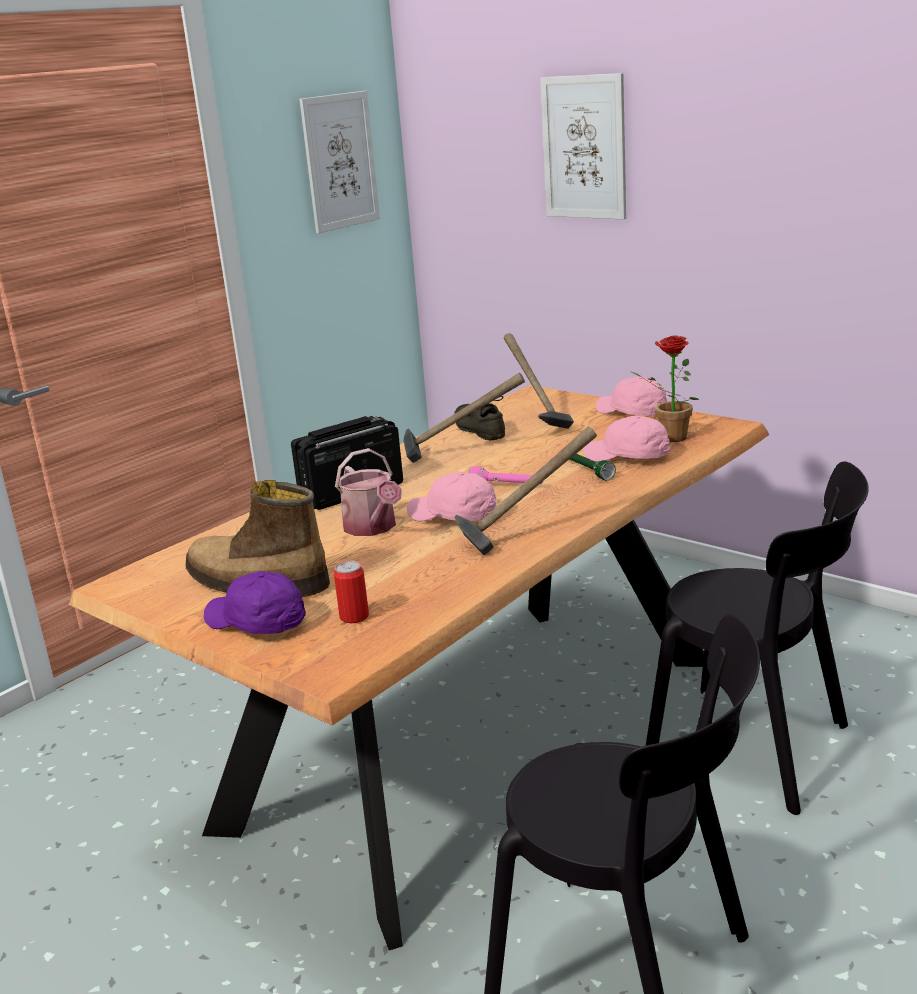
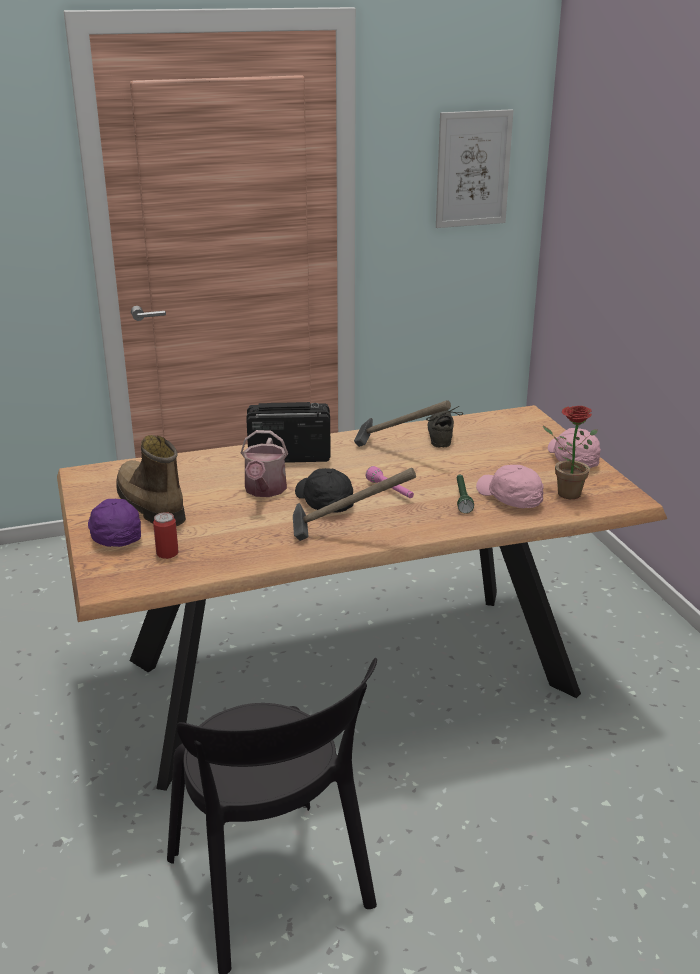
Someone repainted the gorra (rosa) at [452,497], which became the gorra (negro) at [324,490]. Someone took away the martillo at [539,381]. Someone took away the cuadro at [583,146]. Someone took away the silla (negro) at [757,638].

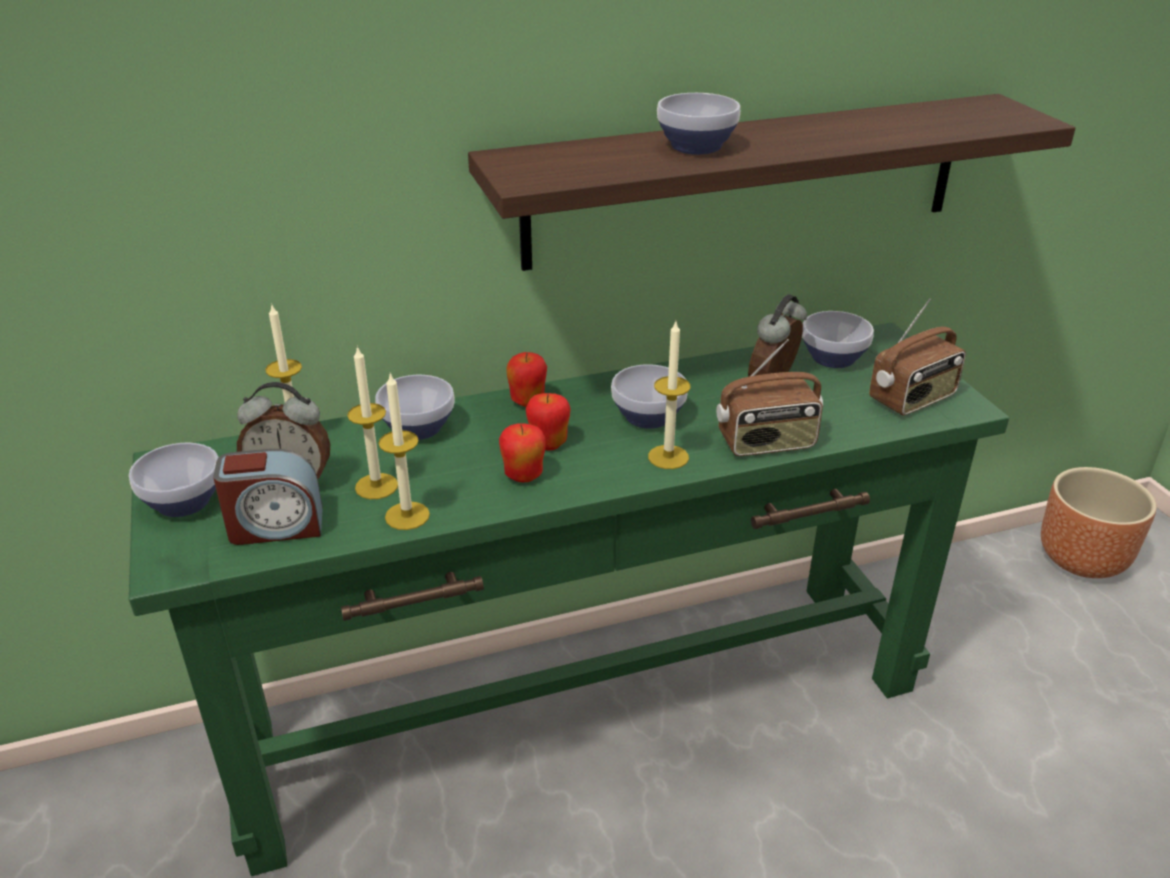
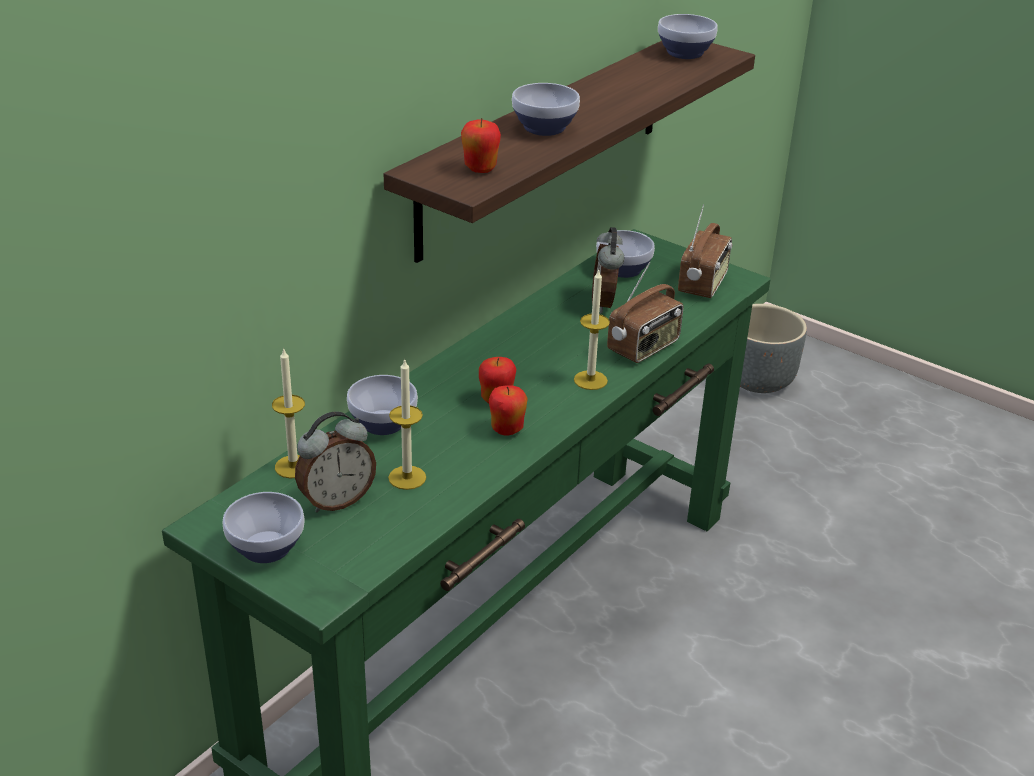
Someone took away the despertador at [268,497]. Someone took away the vela at [404,451]. Someone carried the manzana from [526,379] to [481,145]. Someone carried the cuenco from [649,396] to [688,36]. Someone repainted the maceta (marrón) at [1099,522], which became the maceta (gris) at [773,348].

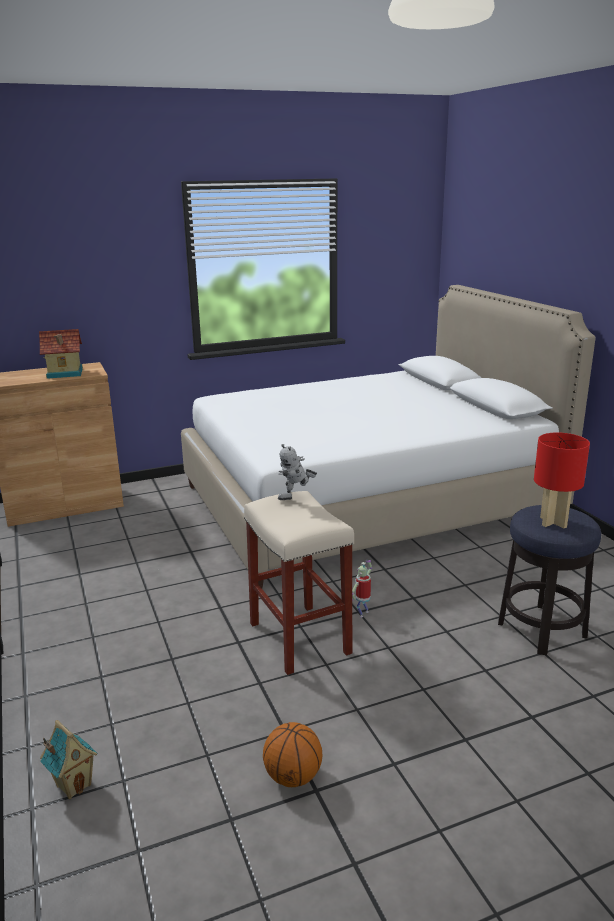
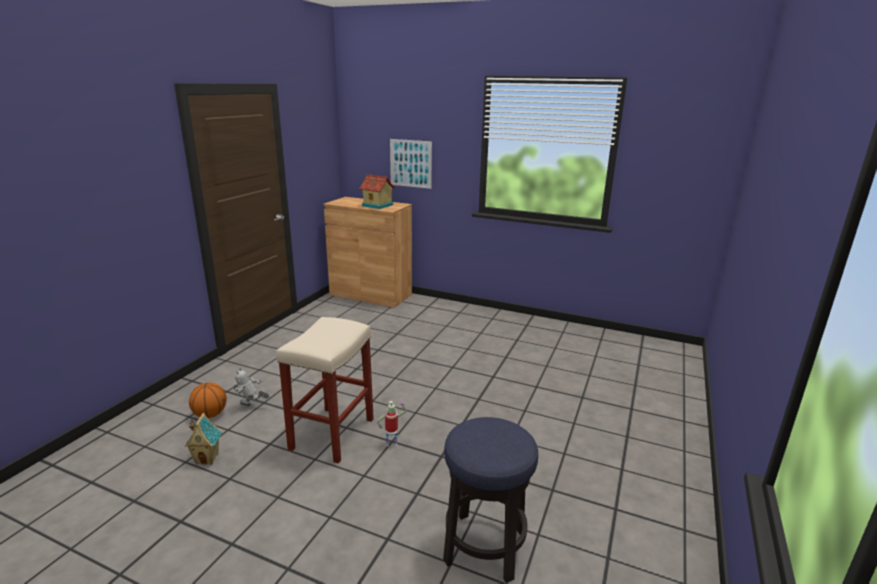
Someone carried the casita from [68,759] to [203,439]. Someone took away the cama (blanco) at [388,436]. Someone carried the balón de baloncesto from [292,754] to [208,400]. Someone carried the robot de juguete from [297,472] to [251,387]. Someone took away the lámpara de mesa (rojo) at [562,480]. Someone put up the cuadro at [411,164].

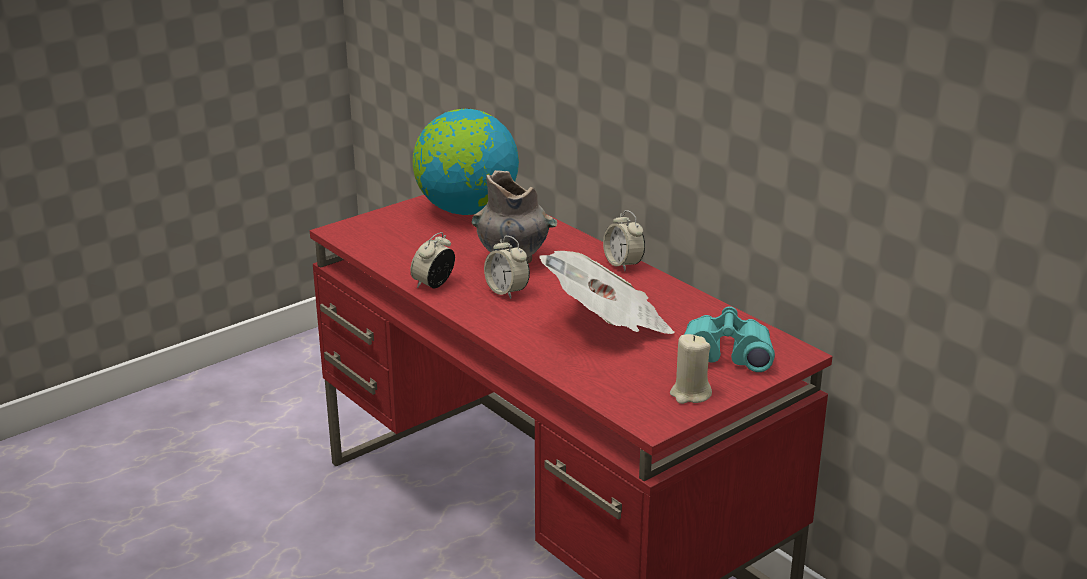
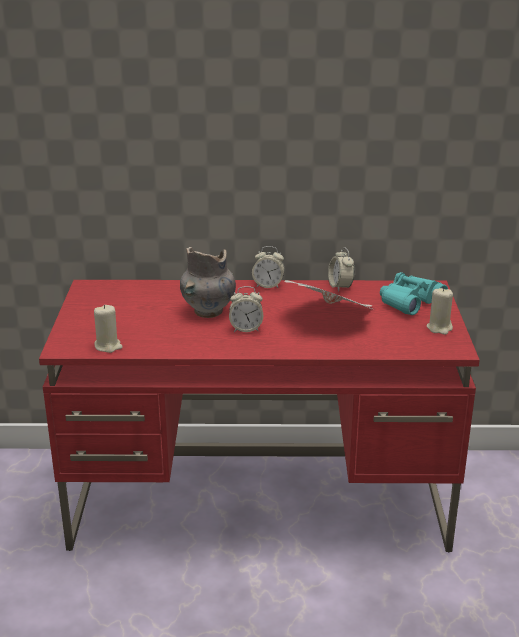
Someone carried the despertador from [432,260] to [341,269]. Someone took away the globo terráqueo at [466,162]. Someone put down the vela (beis) at [108,329].

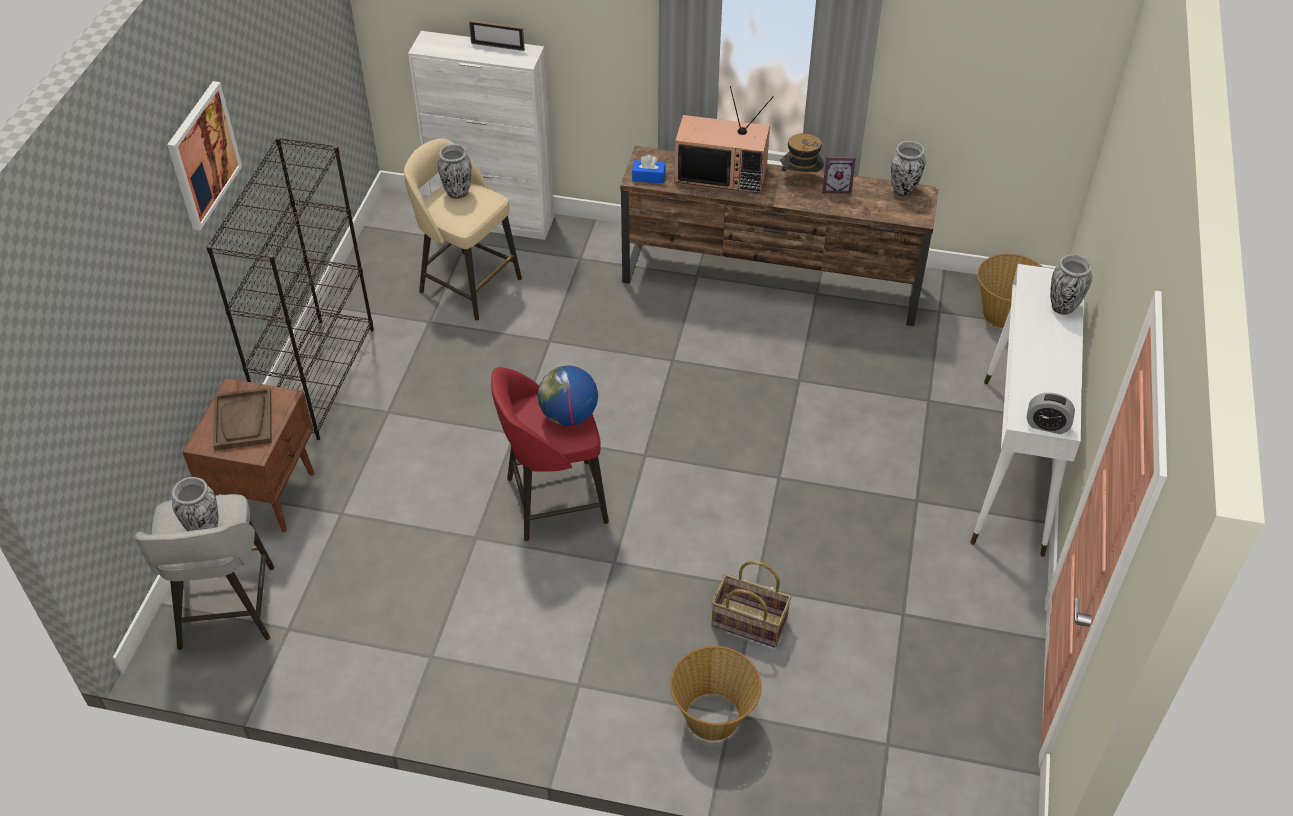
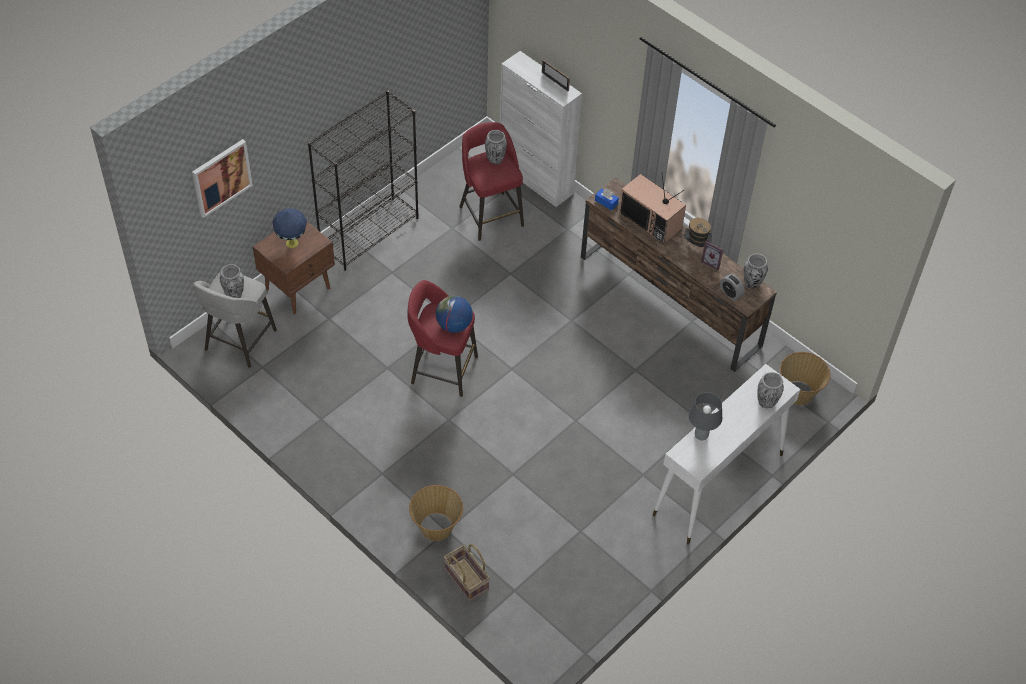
Someone carried the cuadro from [204,155] to [222,178]. Someone swapped the bandeja (marrón) at [242,418] for the lámpara de mesa (azul) at [290,228]. Someone repainted the taburete (beis) at [463,229], which became the taburete (rojo) at [492,181]. Someone carried the cesta from [751,604] to [467,573]. Someone carried the despertador from [1051,413] to [732,287]. Someone put down the lámpara de mesa (gris) at [705,416].

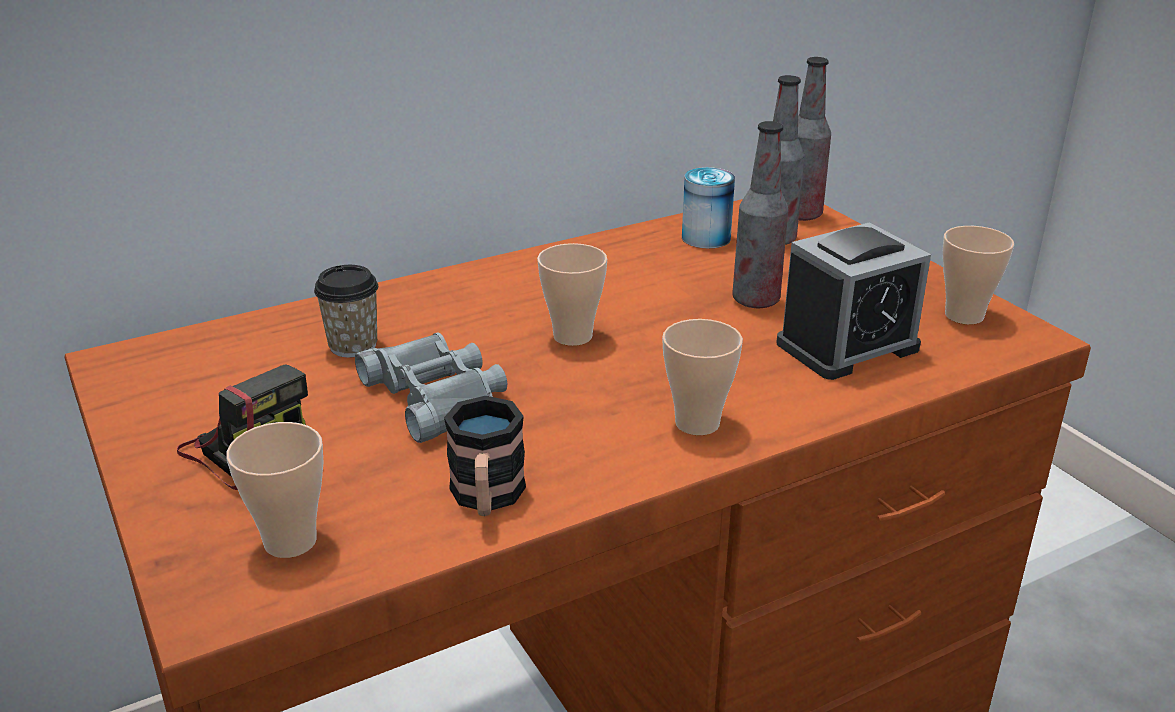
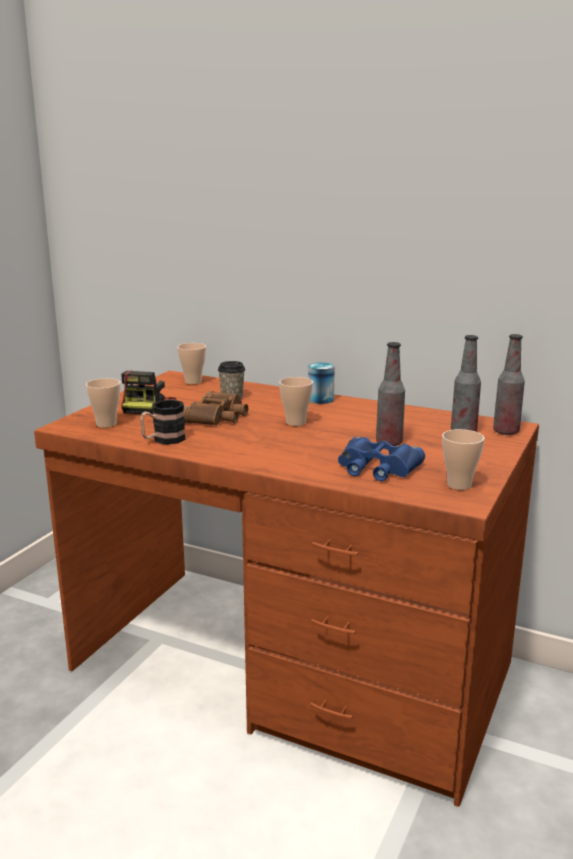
Someone repainted the prismáticos (gris) at [431,387], which became the prismáticos (marrón) at [216,408]. Someone carried the taza from [702,377] to [191,364]. Someone carried the lata from [708,207] to [321,383]. Someone swapped the despertador at [853,301] for the prismáticos (azul) at [381,459].

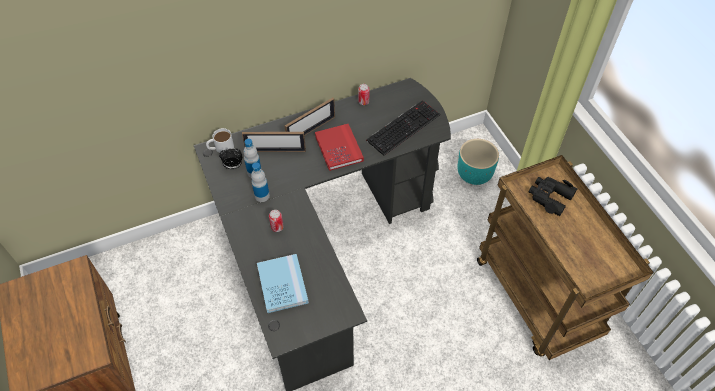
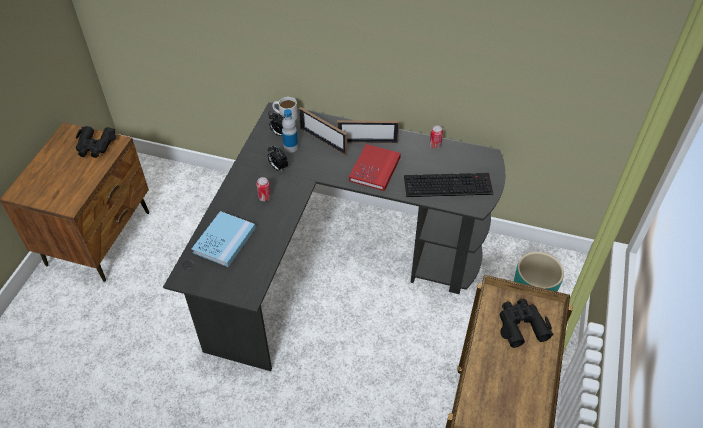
Someone swapped the botella at [260,182] for the despertador at [278,158]. Someone put down the prismáticos (negro) at [96,142].

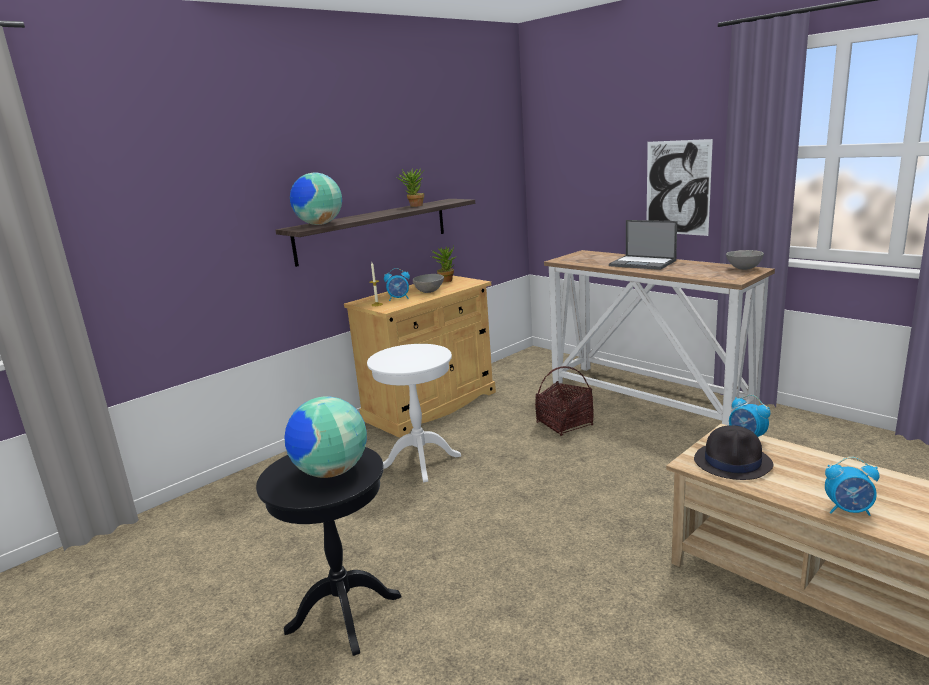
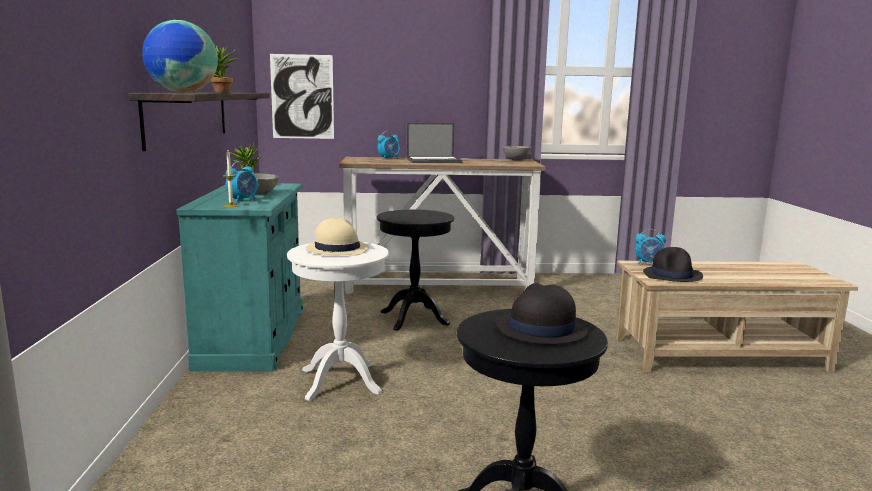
Someone swapped the globo terráqueo at [325,437] for the sombrero (negro) at [542,313]. Someone repainted the armario (beis) at [420,357], which became the armario (turquesa) at [239,277]. Someone swapped the cesta at [564,401] for the mesa auxiliar (negro) at [415,270]. Someone carried the cuadro from [680,187] to [302,96]. Someone carried the despertador from [852,486] to [389,145]. Someone put down the sombrero (beis) at [337,236].

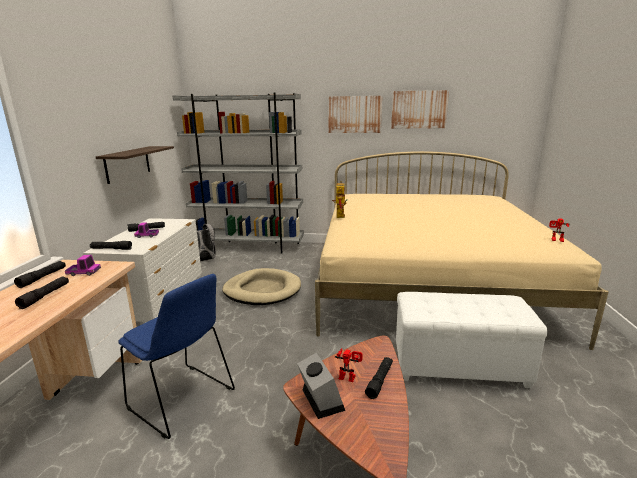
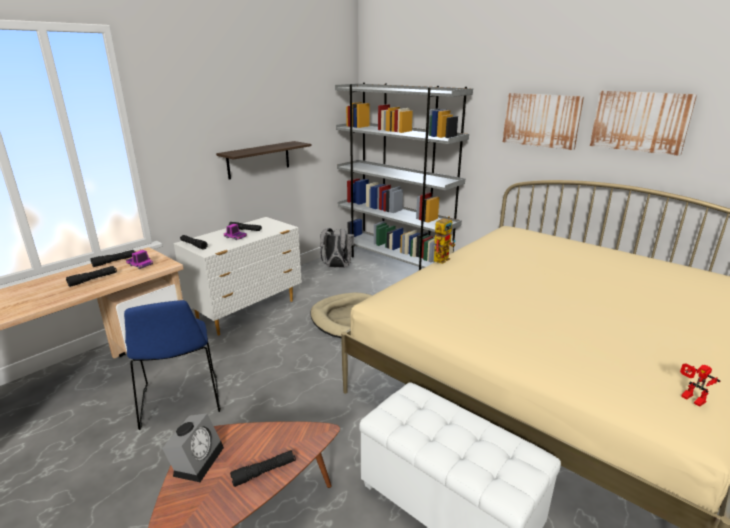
Someone took away the robot de juguete at [349,365].

